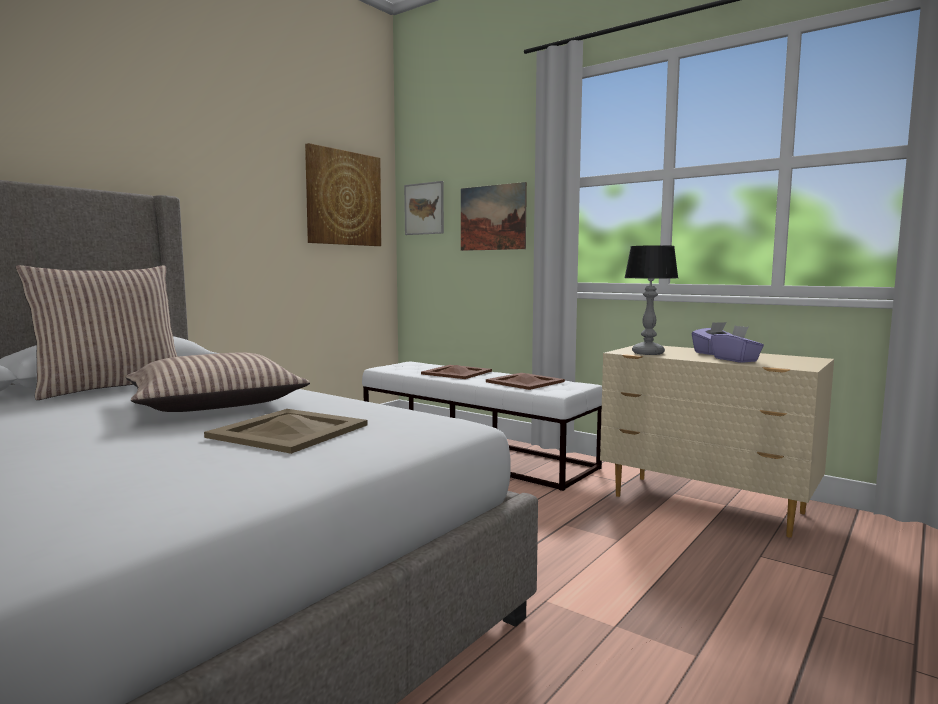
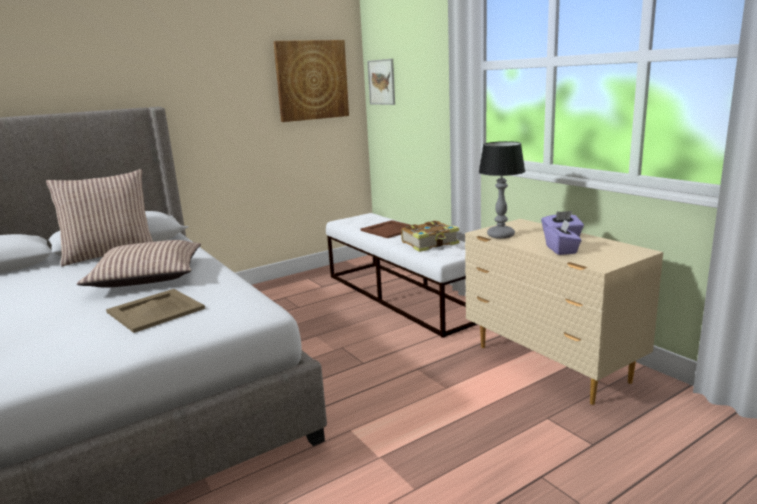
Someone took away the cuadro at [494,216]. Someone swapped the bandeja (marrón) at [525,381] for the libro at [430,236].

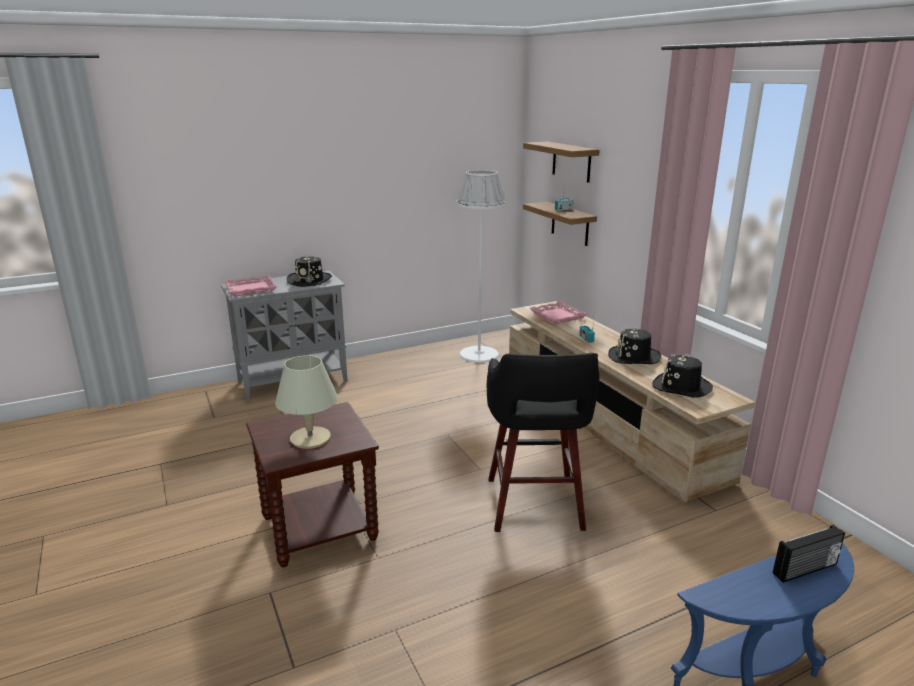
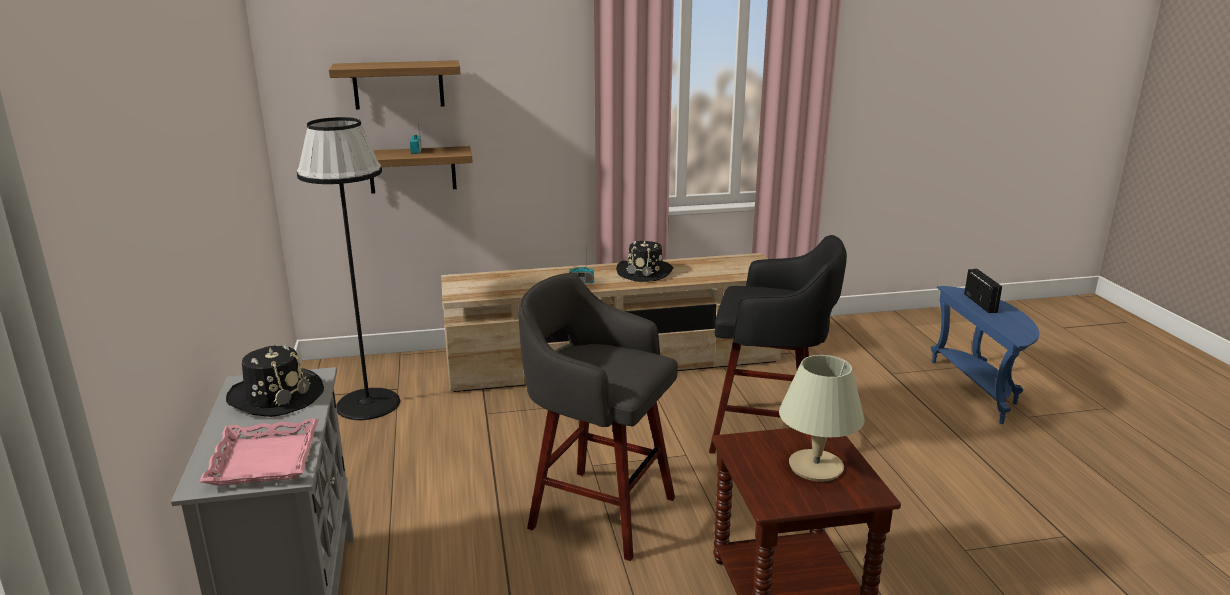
Someone repainted the lámpara de pie (blanco) at [481,266], which became the lámpara de pie (negro) at [348,268]. Someone took away the bandeja (rosa) at [559,312]. Someone took away the sombrero (negro) at [682,376]. Someone put down the taburete (gris) at [598,417].

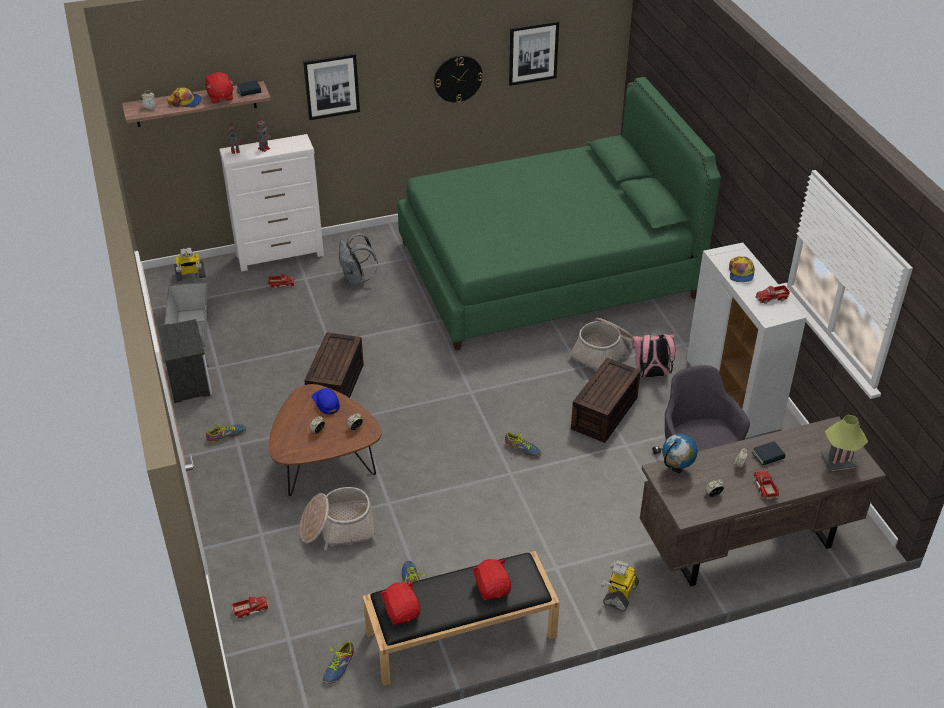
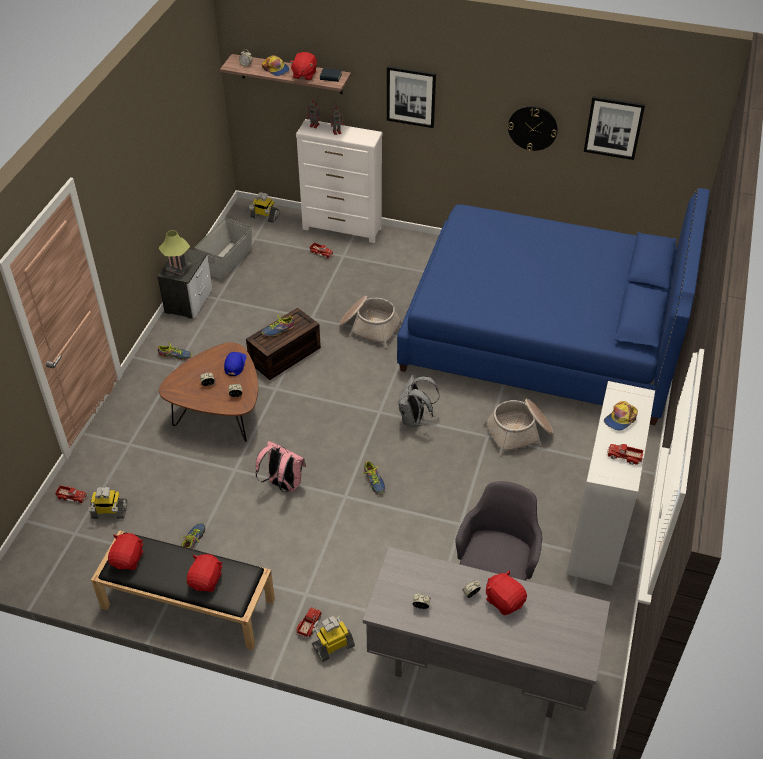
Someone carried the cesta from [339,519] to [371,322]. Someone carried the zapato from [338,661] to [278,325]. Someone carried the mochila (gris) from [358,260] to [419,401]. Someone repainted the cama (verde) at [559,213], which became the cama (azul) at [553,306]. Someone took away the caja de almacenaje (marrón) at [606,400]. Someone carried the mochila (rosa) from [653,355] to [280,466]. Someone repainted the escritorio (marrón) at [763,501], which became the escritorio (gris) at [486,632]. Someone took away the globo terráqueo at [680,453]. Someone swapped the libro at [768,453] for the peluche (rojo) at [506,592]. Someone carried the camión de juguete from [766,484] to [309,622]. Someone carried the lámpara de mesa from [844,443] to [175,252]. Someone put down the robot de juguete at [108,503].

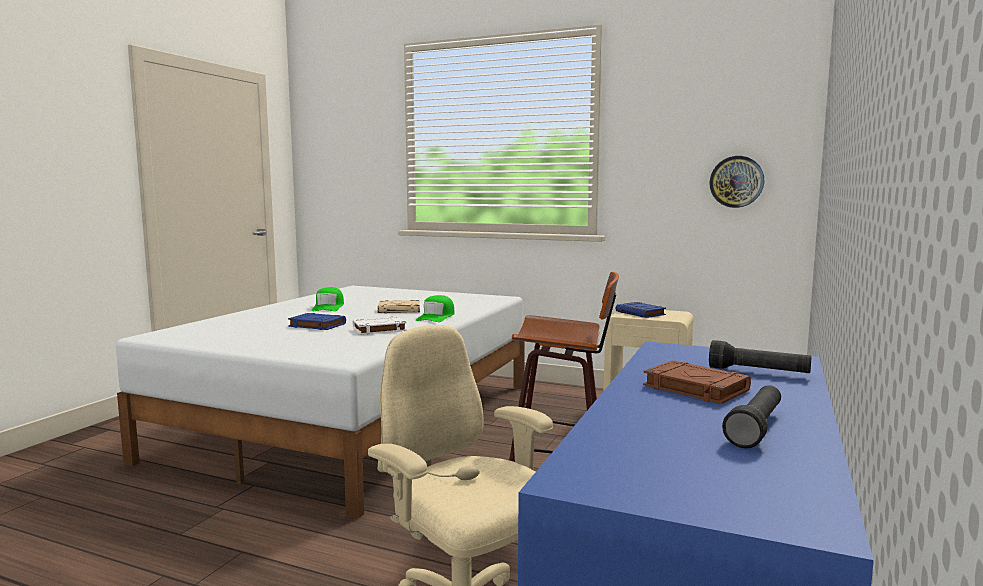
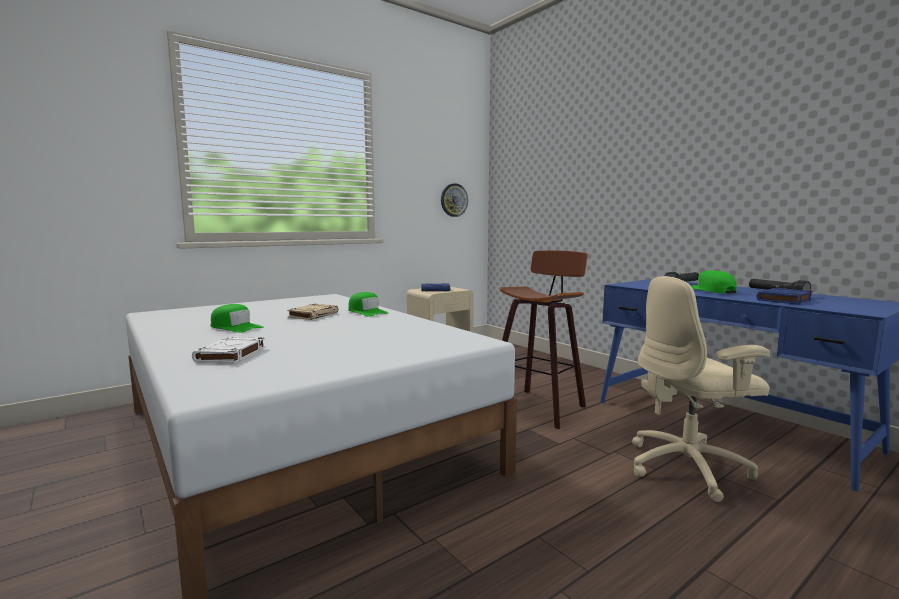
Someone carried the libro (azul) from [317,321] to [784,296]. Someone carried the libro (blanco) from [380,326] to [229,350]. Someone swapped the libro (marrón) at [697,382] for the gorra (verde) at [714,282].

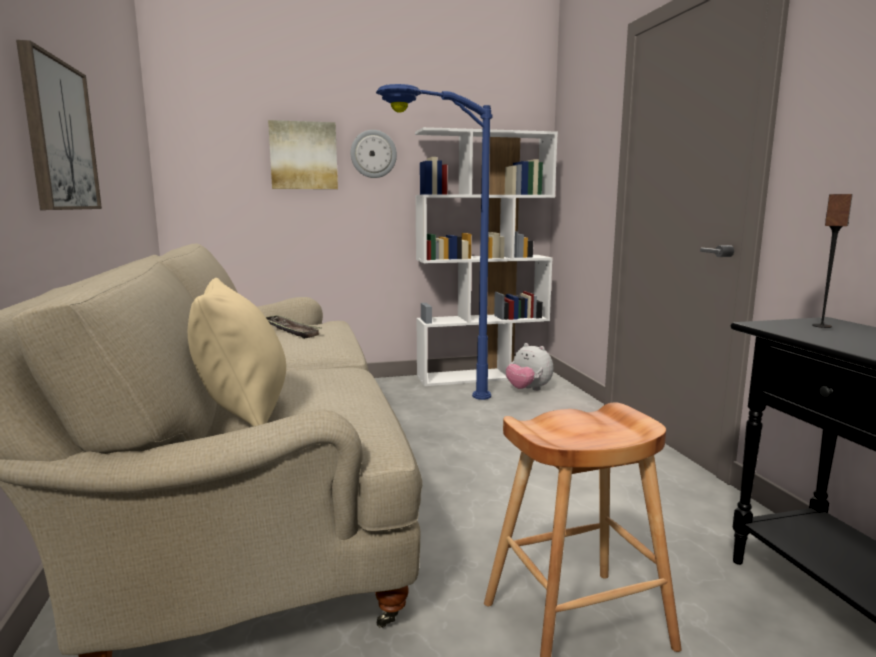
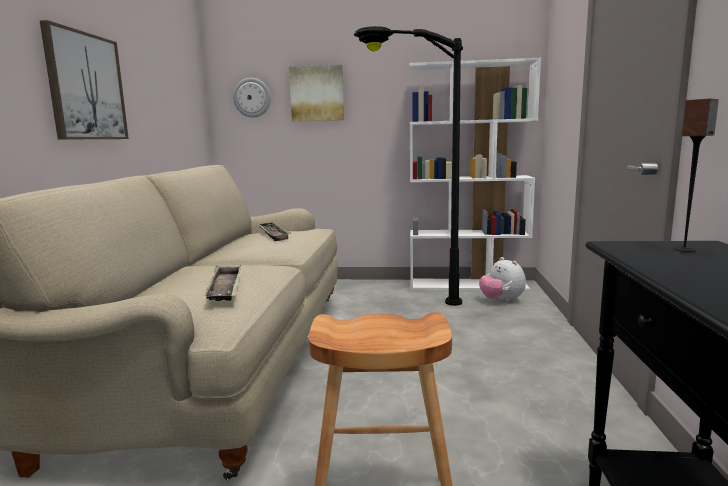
Someone took away the cojín (beis) at [237,352]. Someone carried the reloj de pared from [373,154] to [252,98]. Someone repainted the lámpara de pie (azul) at [434,242], which became the lámpara de pie (negro) at [408,166]. Someone put down the bandeja at [223,283].

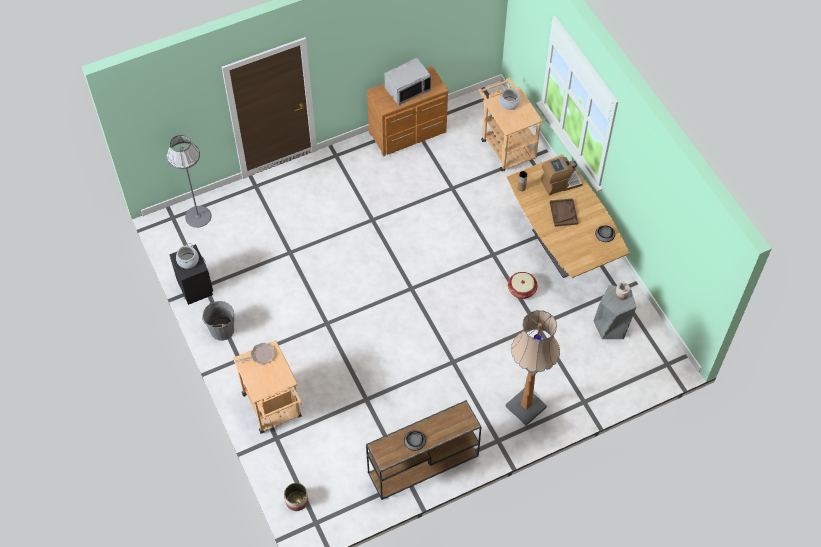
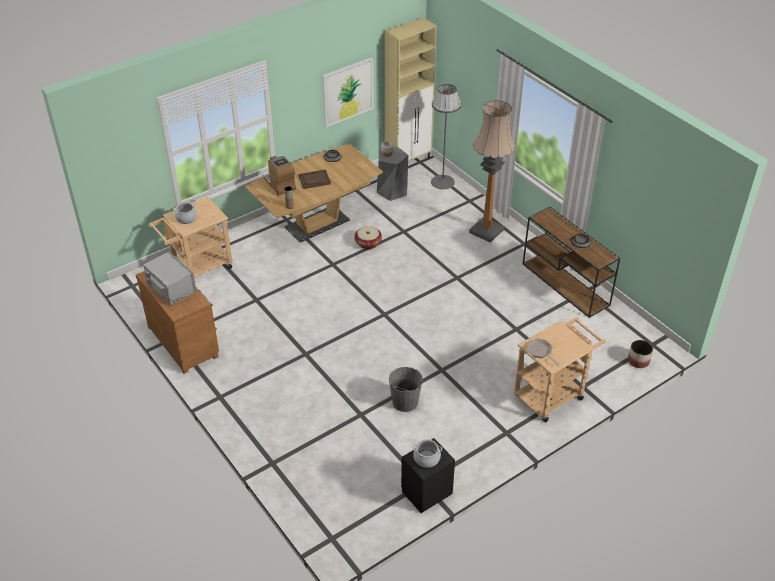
Someone carried the lámpara de pie (gris) from [189,181] to [446,136]. Someone carried the cubo (gris) from [218,321] to [406,389]. Someone put up the cuadro at [348,92]. Someone put down the armario (beis) at [411,89].

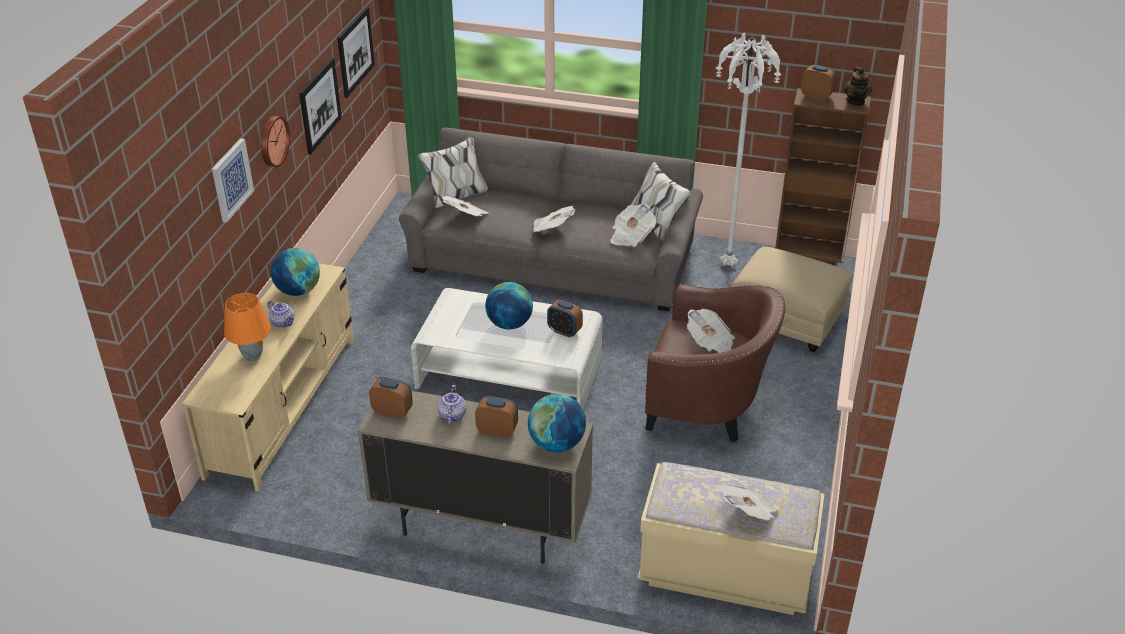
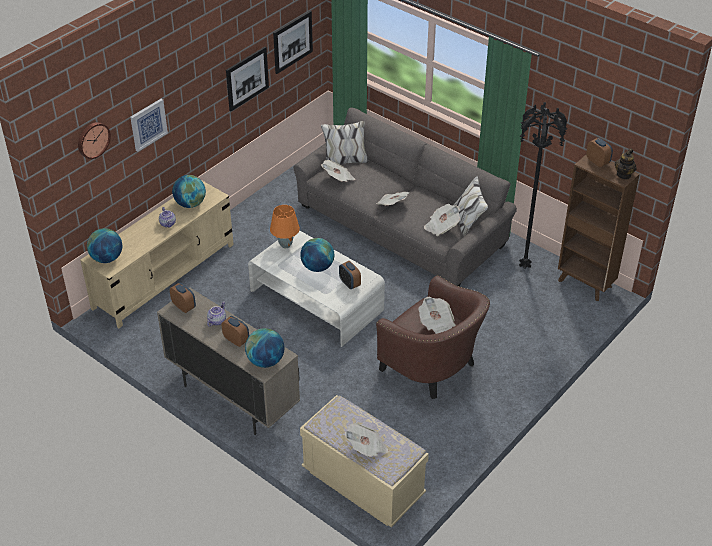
Someone carried the lámpara de mesa (naranja) from [247,327] to [285,226]. Someone carried the reloj de pared from [275,142] to [94,140]. Someone repainted the lámpara de pie (blanco) at [749,149], which became the lámpara de pie (negro) at [543,185]. Someone took away the puf (beis) at [792,299]. Someone put down the globo terráqueo at [104,245].

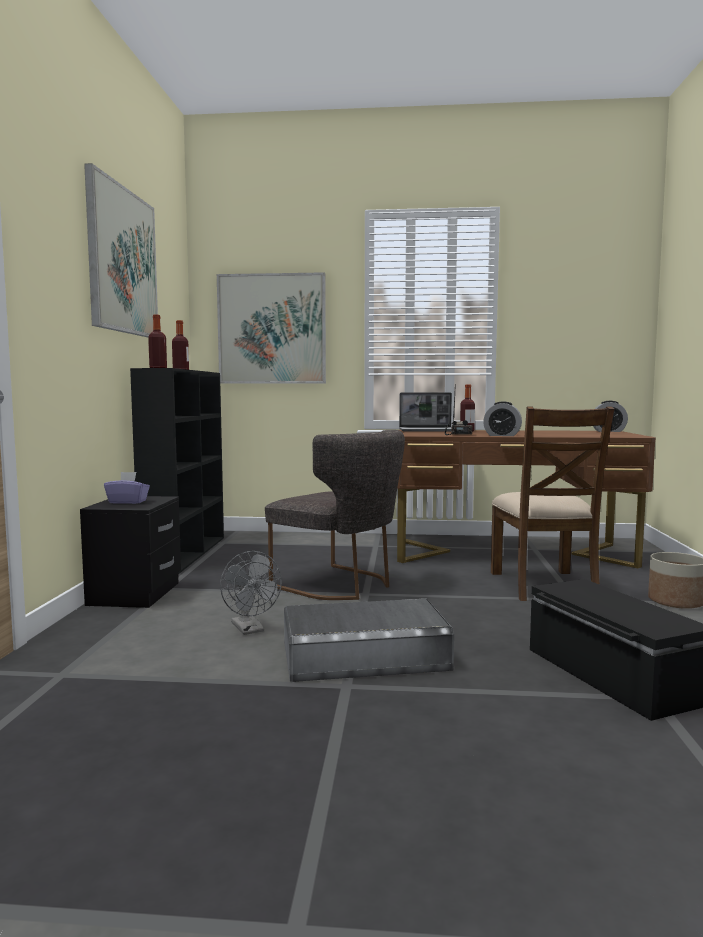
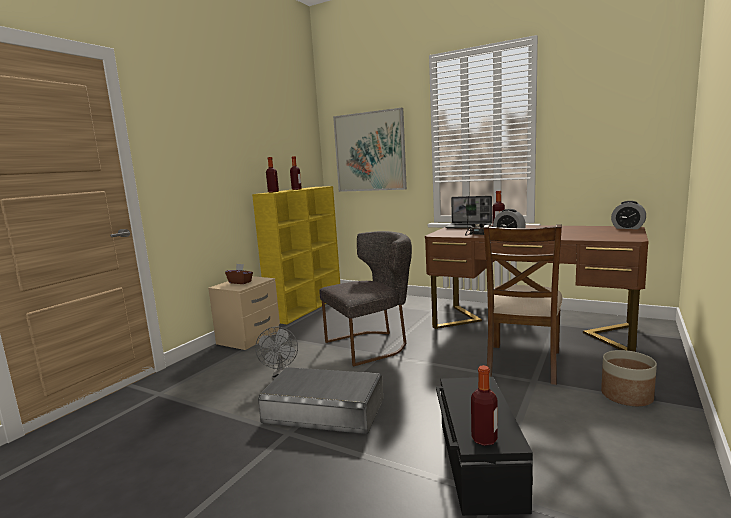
Someone repainted the mesita de noche (negro) at [130,552], which became the mesita de noche (beis) at [244,313]. Someone took away the cuadro at [121,250]. Someone repainted the caja de pañuelos (morado) at [127,488], which became the caja de pañuelos (marrón) at [239,274]. Someone repainted the estantería (negro) at [177,471], which became the estantería (amarillo) at [296,255]. Someone rotated the silla (gris) at [335,515] by 90 degrees counterclockwise. Someone put down the botella at [484,405].

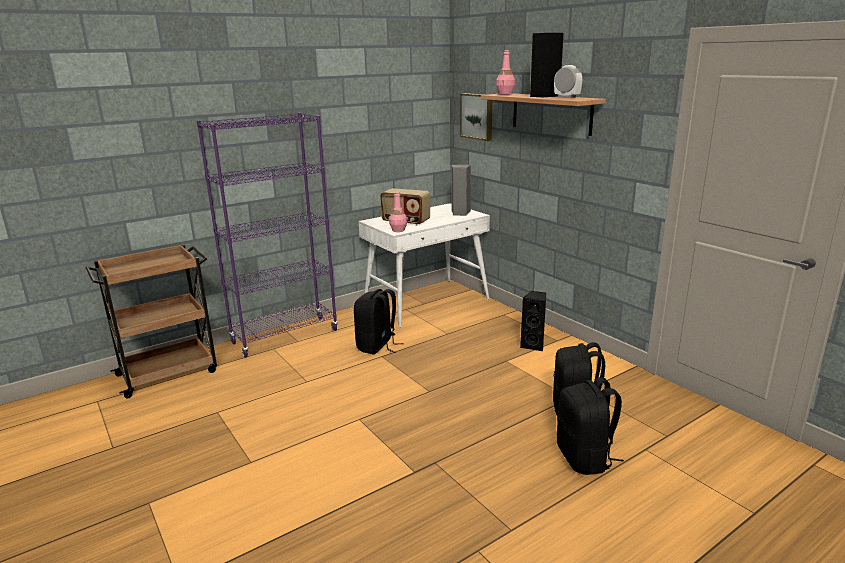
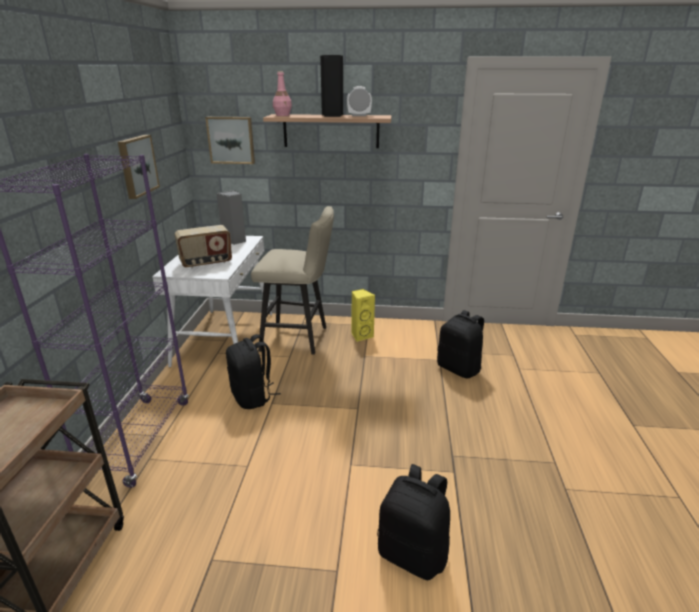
Someone took away the botella (rosa) at [398,212]. Someone repainted the altavoz (negro) at [533,321], which became the altavoz (amarillo) at [363,315]. Someone carried the mochila (negro) from [590,426] to [413,522]. Someone put up the cuadro at [139,167]. Someone put down the taburete (beis) at [292,280].

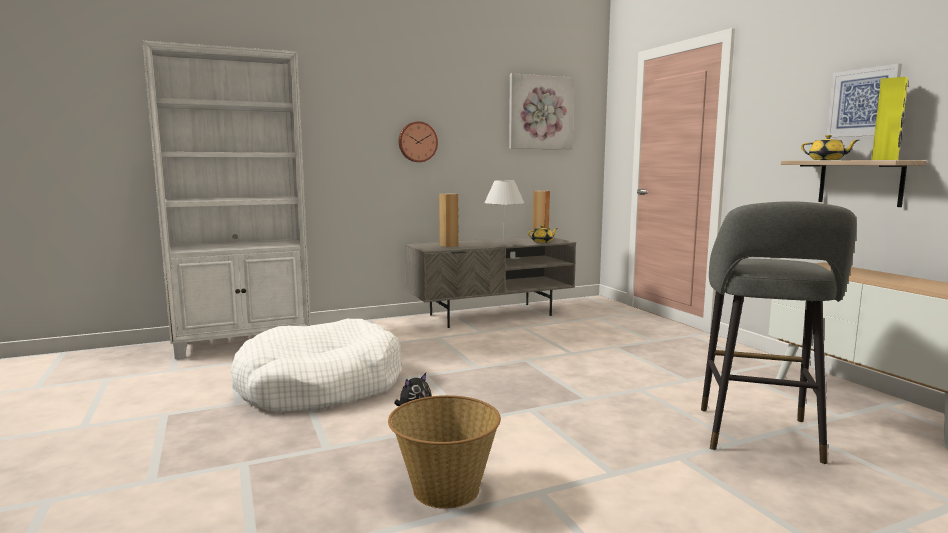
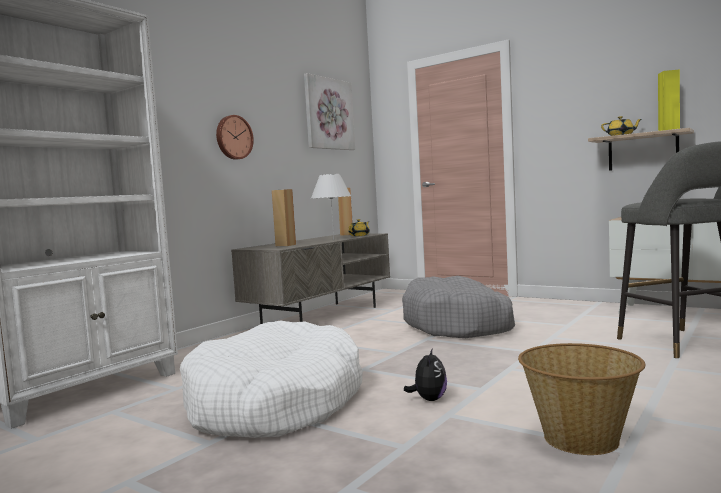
Someone took away the cuadro at [864,100]. Someone put down the cama para perro (gris) at [458,307].

